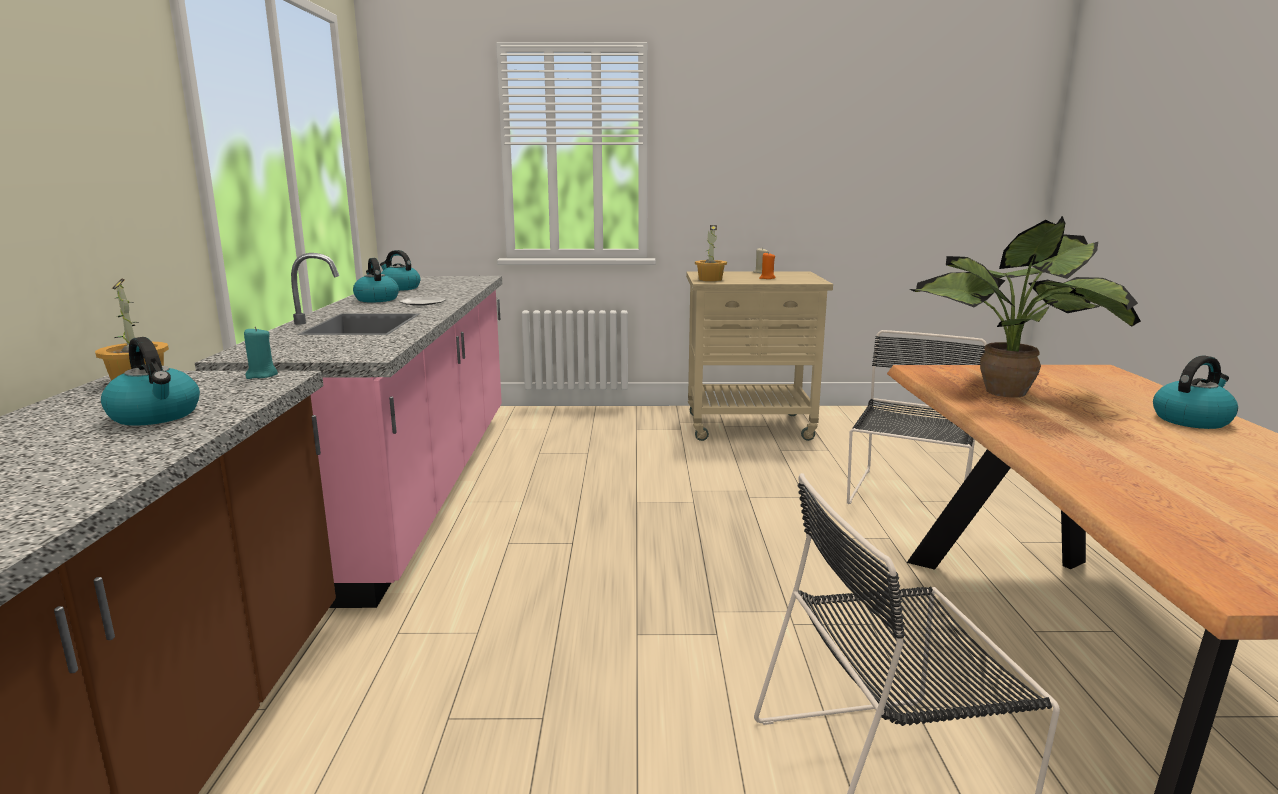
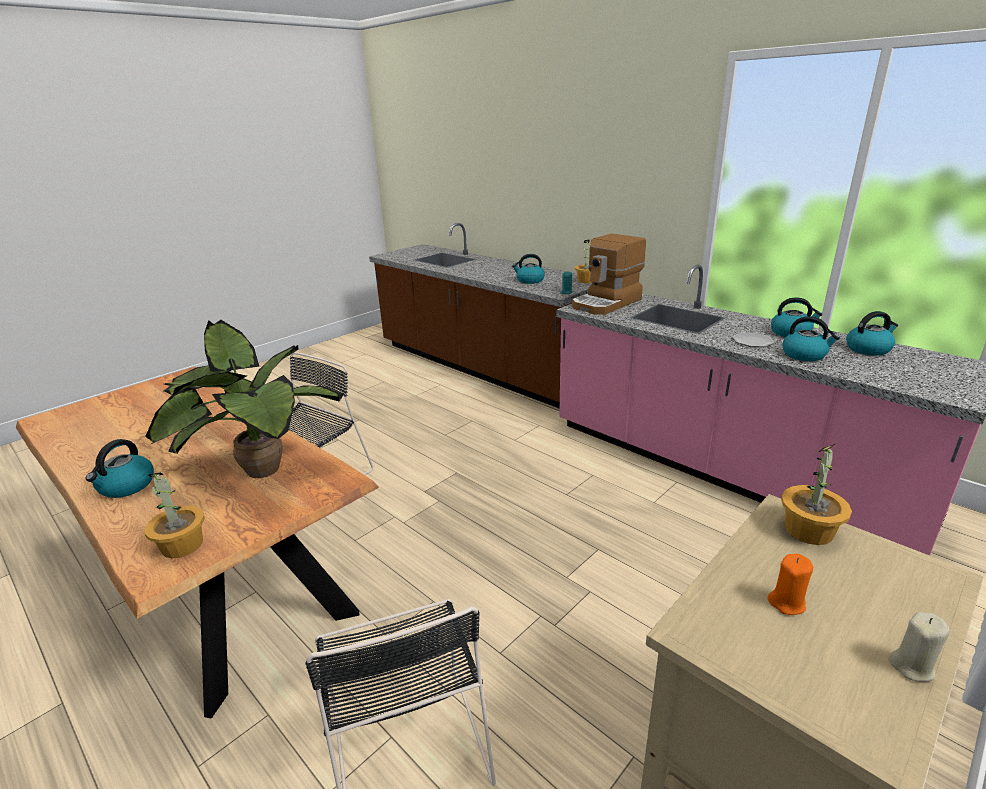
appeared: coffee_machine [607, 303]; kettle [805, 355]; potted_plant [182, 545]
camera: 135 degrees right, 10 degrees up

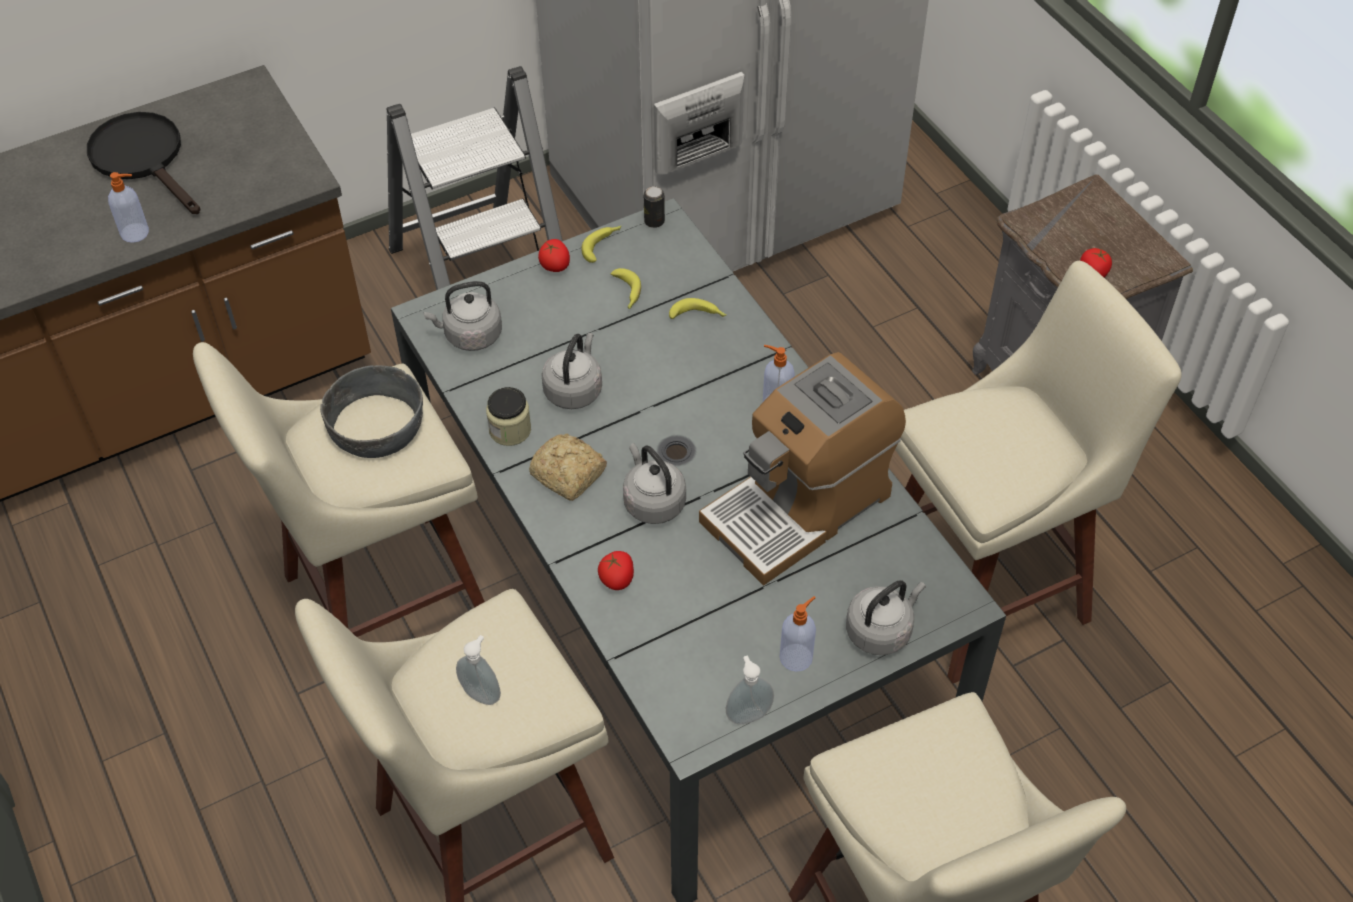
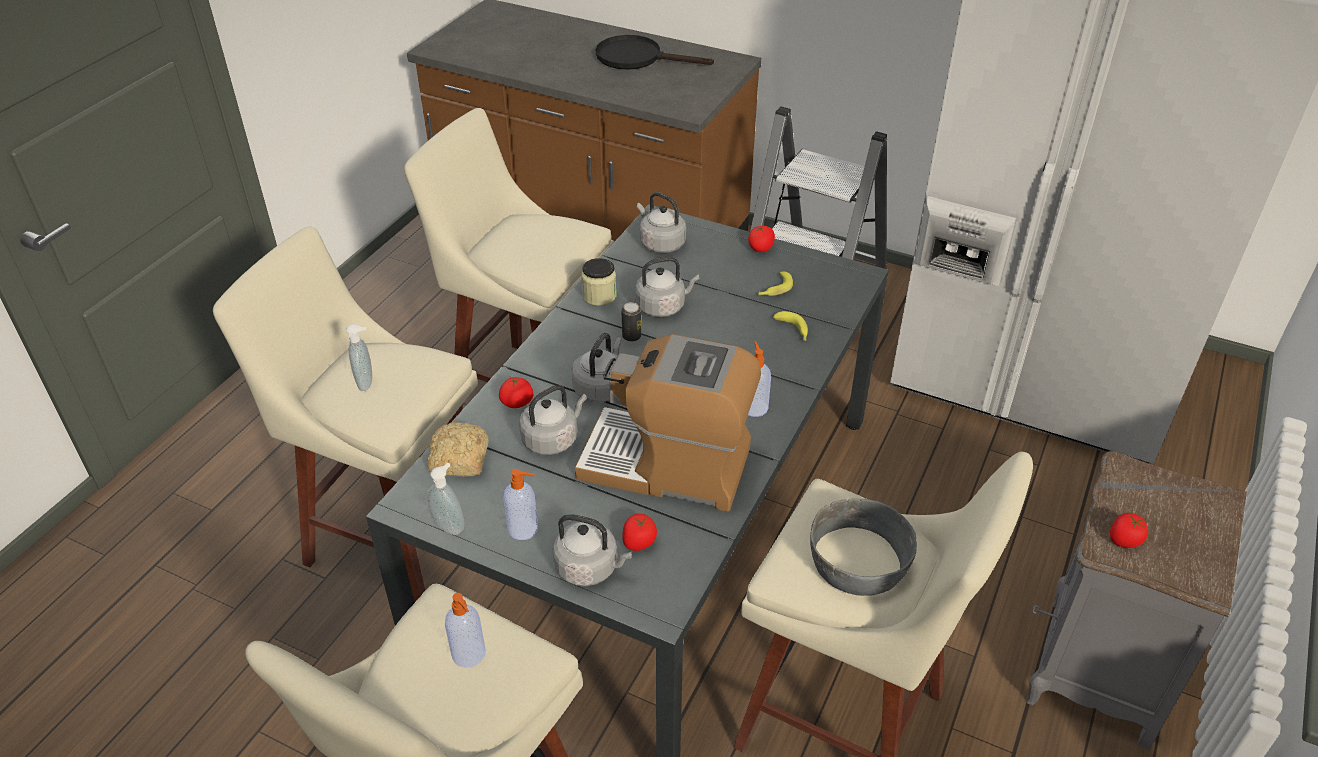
missing: banana [602, 245]
appeared: grey_kettle [552, 439]; tomato [639, 542]
relocated: soap_dispenser [136, 233] to [469, 654]; can [654, 221] to [631, 336]; grey_bowl [378, 425] to [860, 561]; bread [568, 475] to [459, 460]
spun: black_frying_pan [144, 159] = [638, 58] 90 degrees counterclockwise
camera: 55 degrees right, 10 degrees down

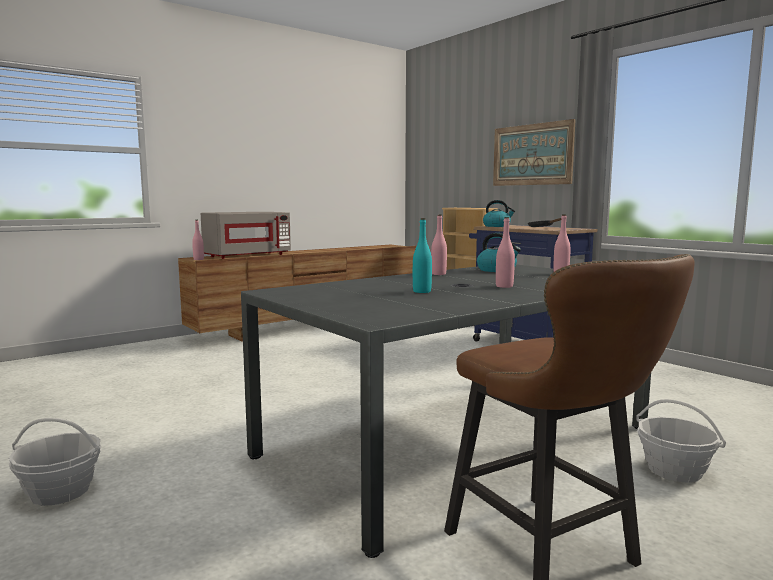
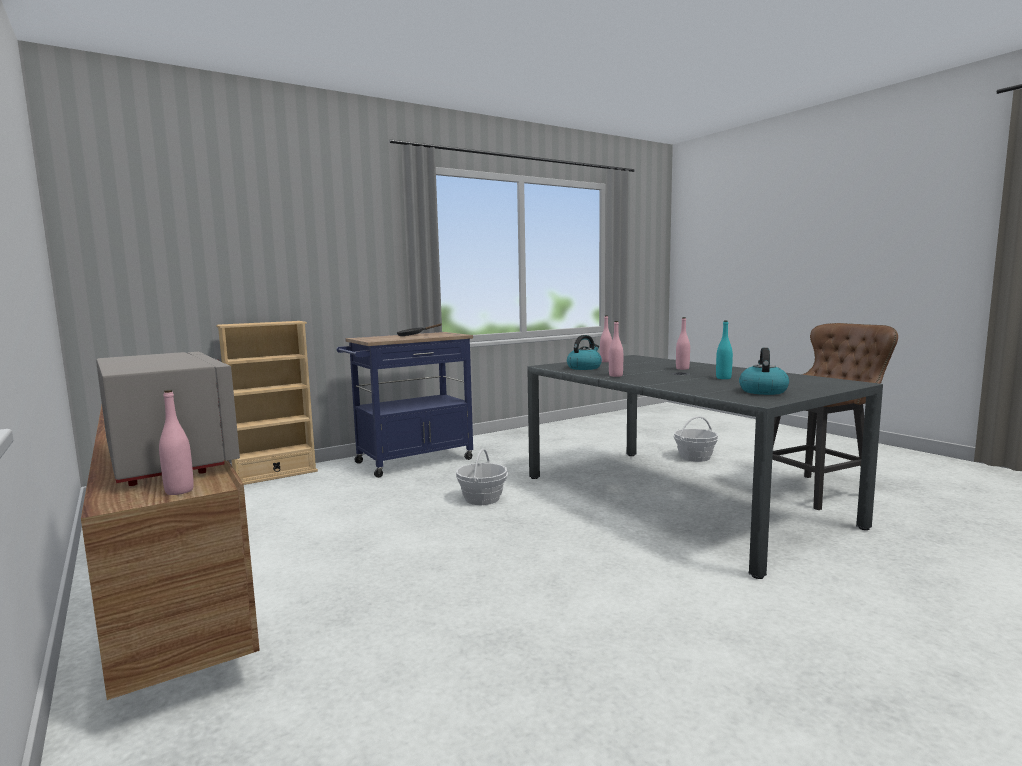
missing: picture [532, 154]
relocated: kettle [497, 226] to [762, 391]; basket [60, 491] to [482, 499]
camera: 85 degrees left, 0 degrees up

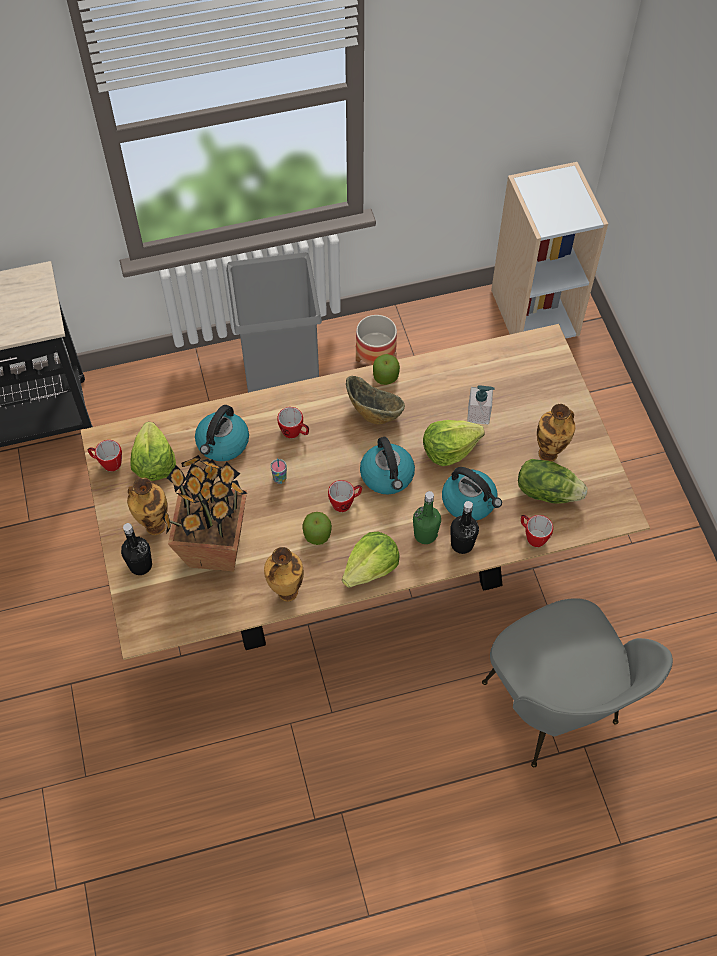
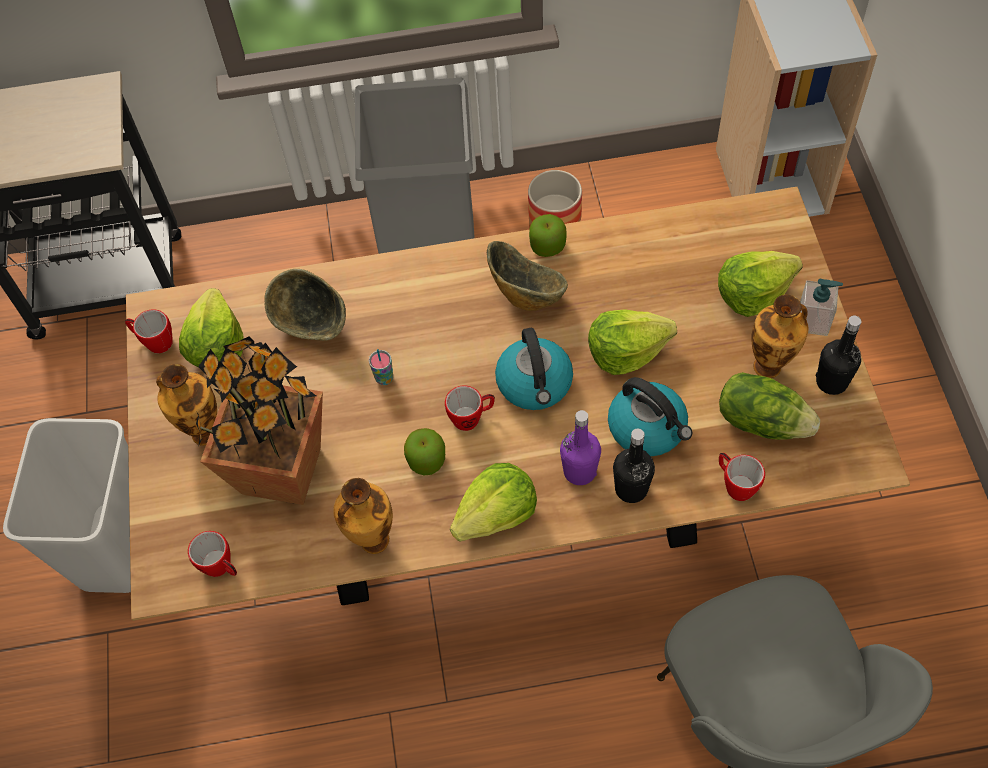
appeared: lettuce [753, 293]; white_trash_can [117, 547]
relocated: soap_dispenser [478, 414] to [813, 321]; mug [295, 432] to [221, 567]; black_bottle [140, 565] to [831, 382]
exchanged: kettle [222, 444] to bowl [313, 325]
colour: green_bottle [425, 534] to purple_bottle [579, 471]
camera: 10 degrees right, 0 degrees up

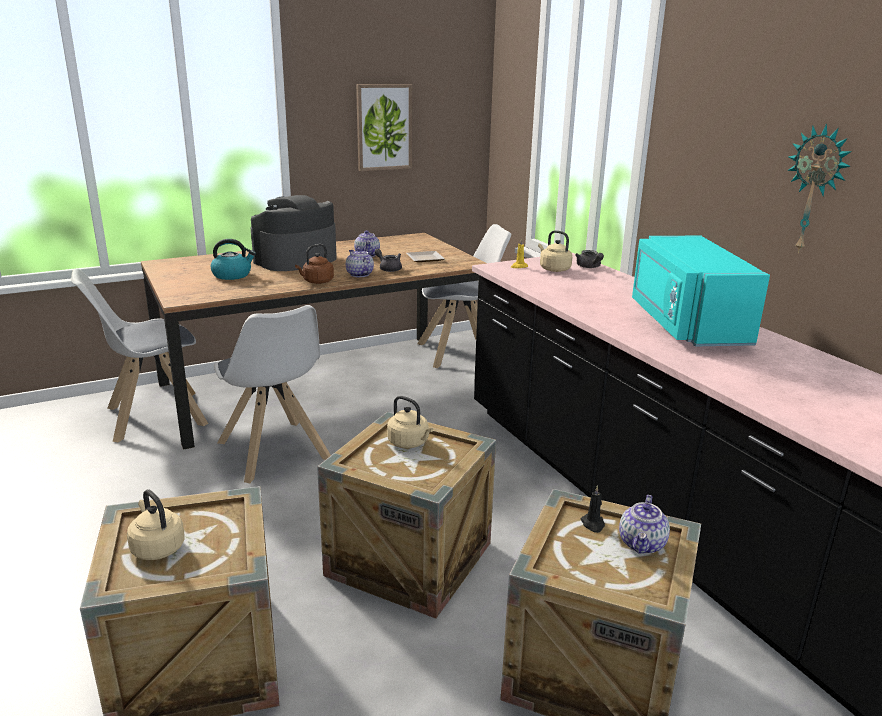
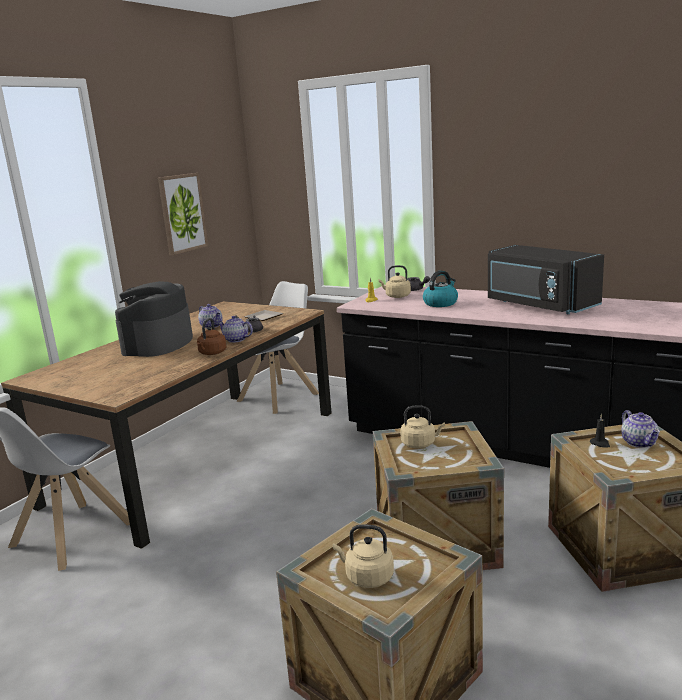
missing: wall_clock [815, 190]; chair [274, 452]
relocated: kettle [232, 275] to [440, 303]
colour: turquoise_microwave [685, 324] to black_microwave [539, 305]
camera: 30 degrees left, 5 degrees down

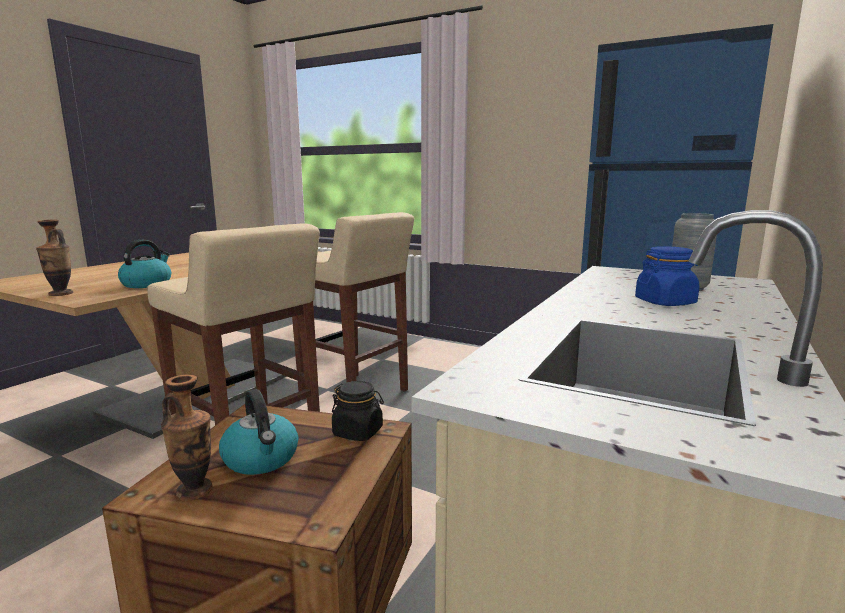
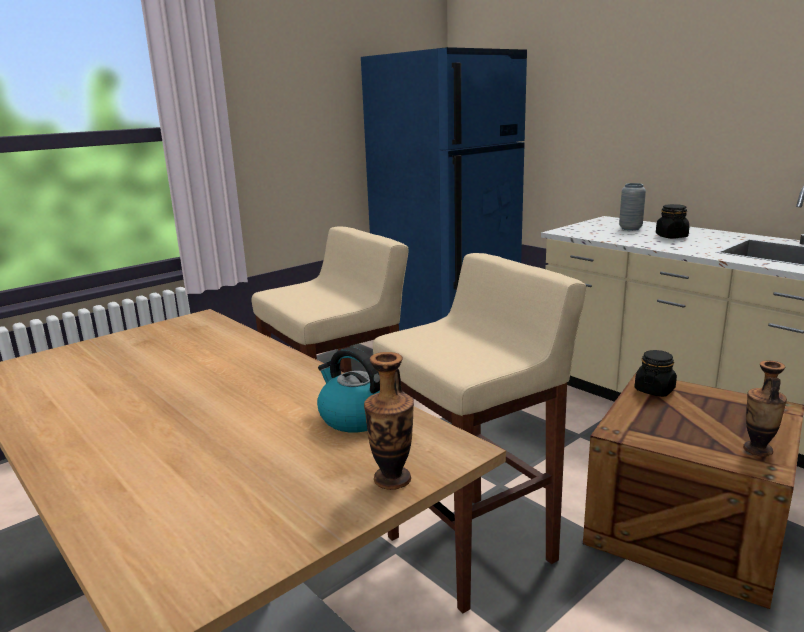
missing: kettle [261, 459]
colour: blue_jar [665, 302] to black_jar [671, 236]
camera: 70 degrees left, 5 degrees up

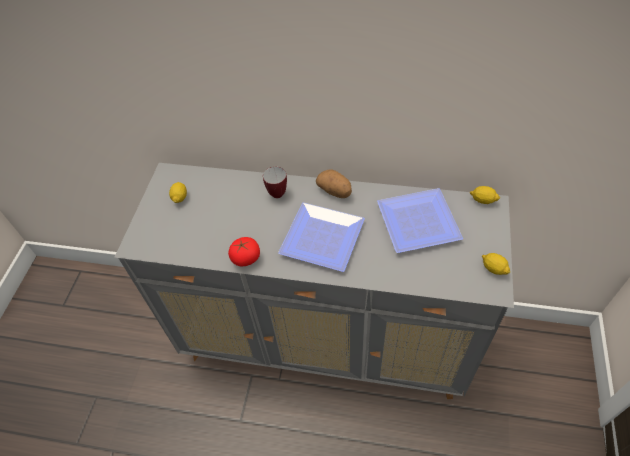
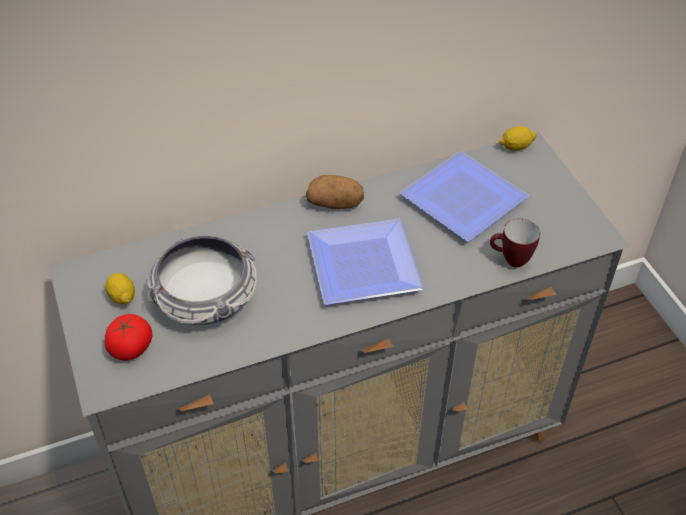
missing: lemon [493, 268]
appeared: bowl [205, 297]
relocated: mug [275, 192] to [510, 260]; tomato [246, 258] to [131, 348]
camera: 35 degrees left, 5 degrees down

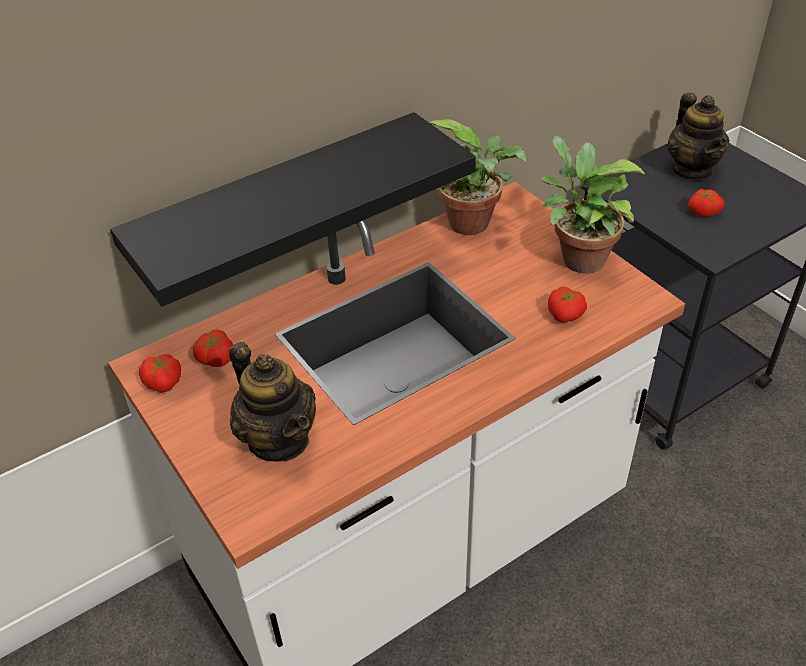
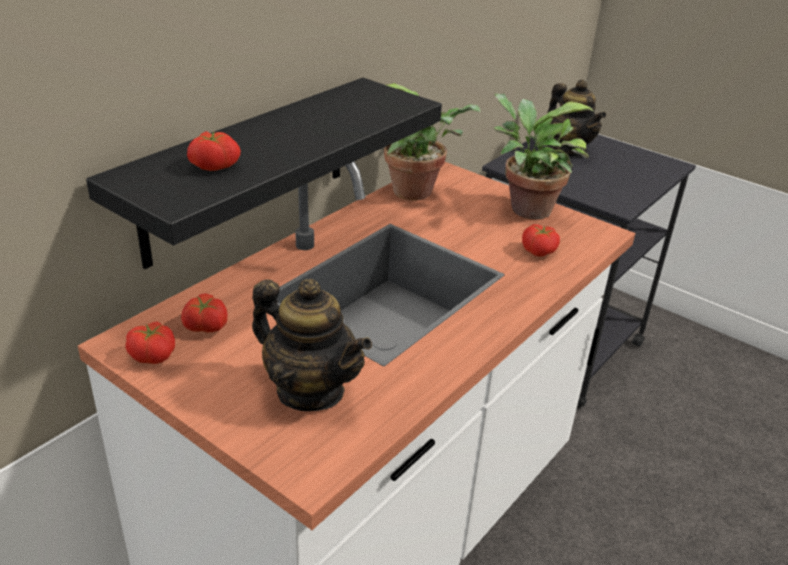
relocated: tomato [703, 211] to [214, 165]
camera: 20 degrees left, 10 degrees down

